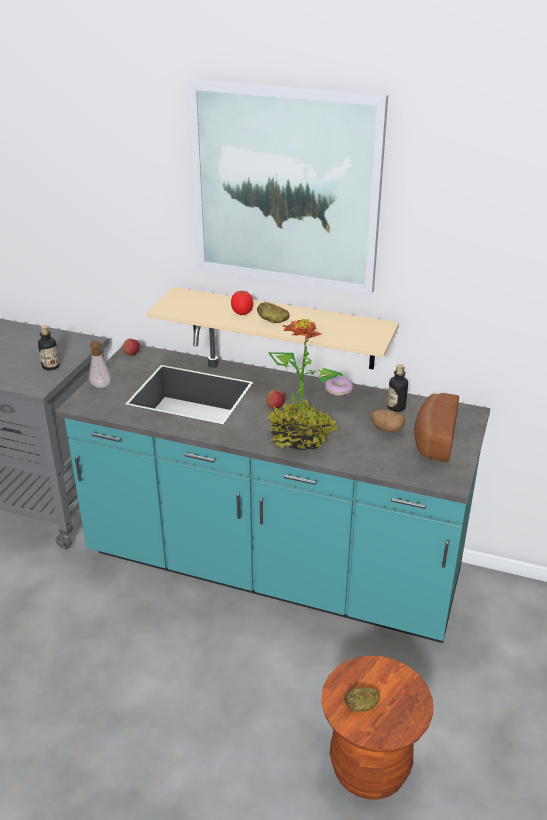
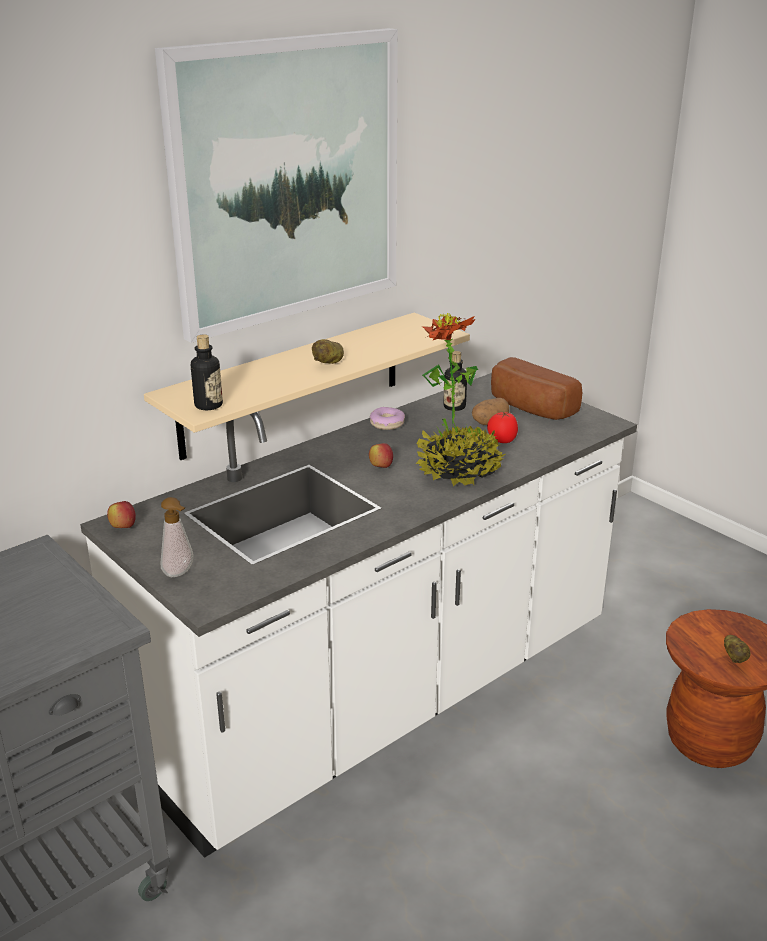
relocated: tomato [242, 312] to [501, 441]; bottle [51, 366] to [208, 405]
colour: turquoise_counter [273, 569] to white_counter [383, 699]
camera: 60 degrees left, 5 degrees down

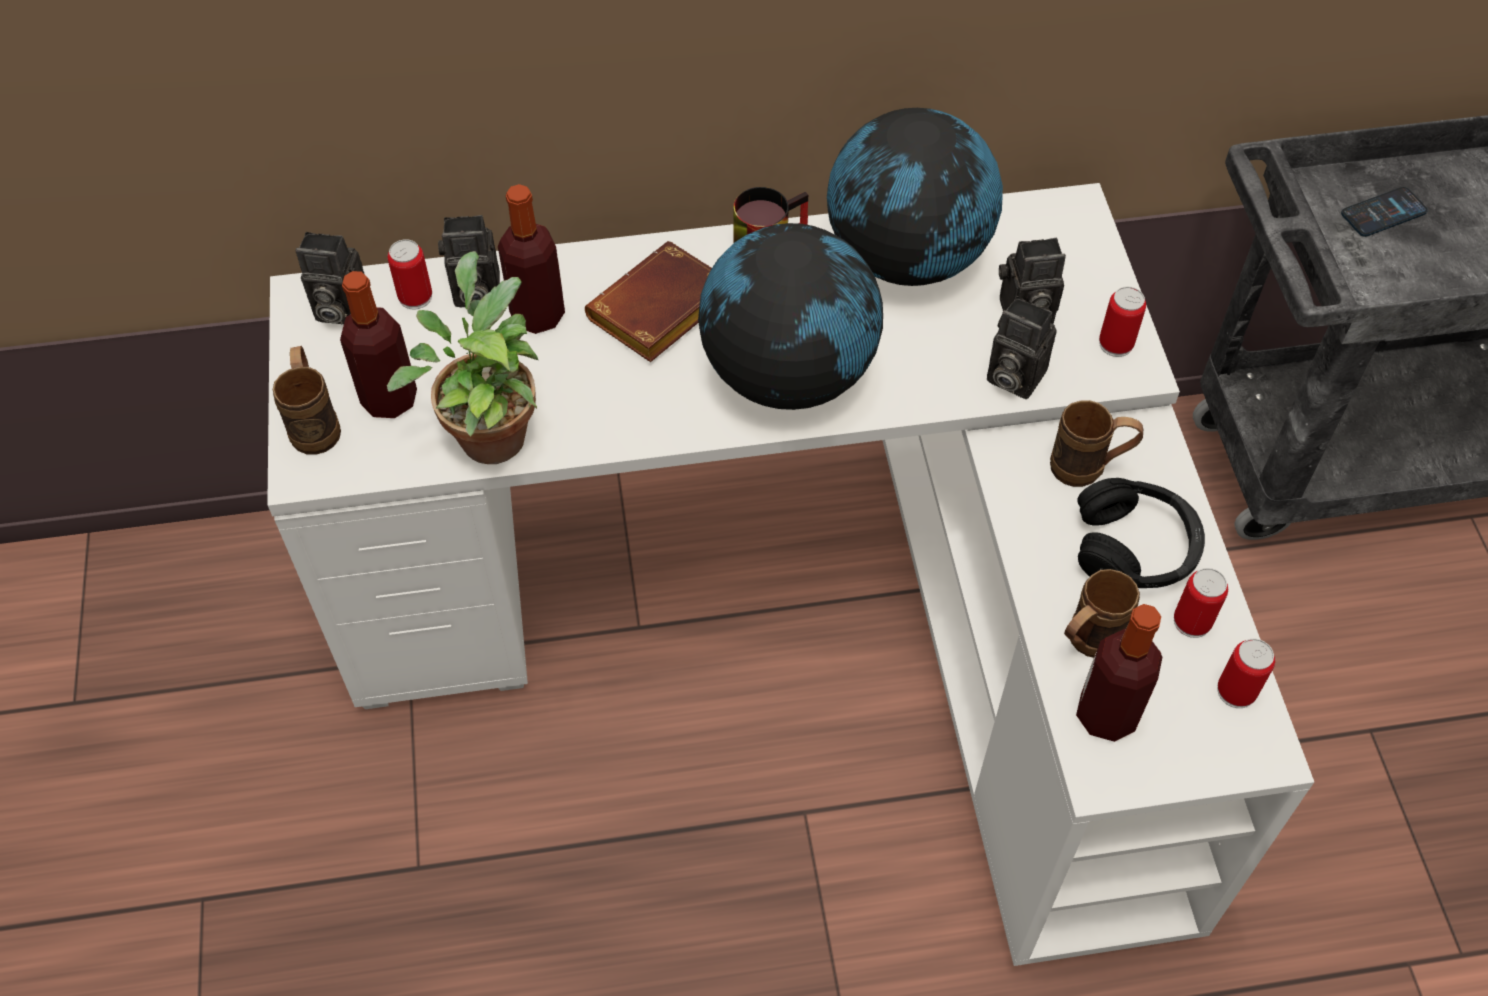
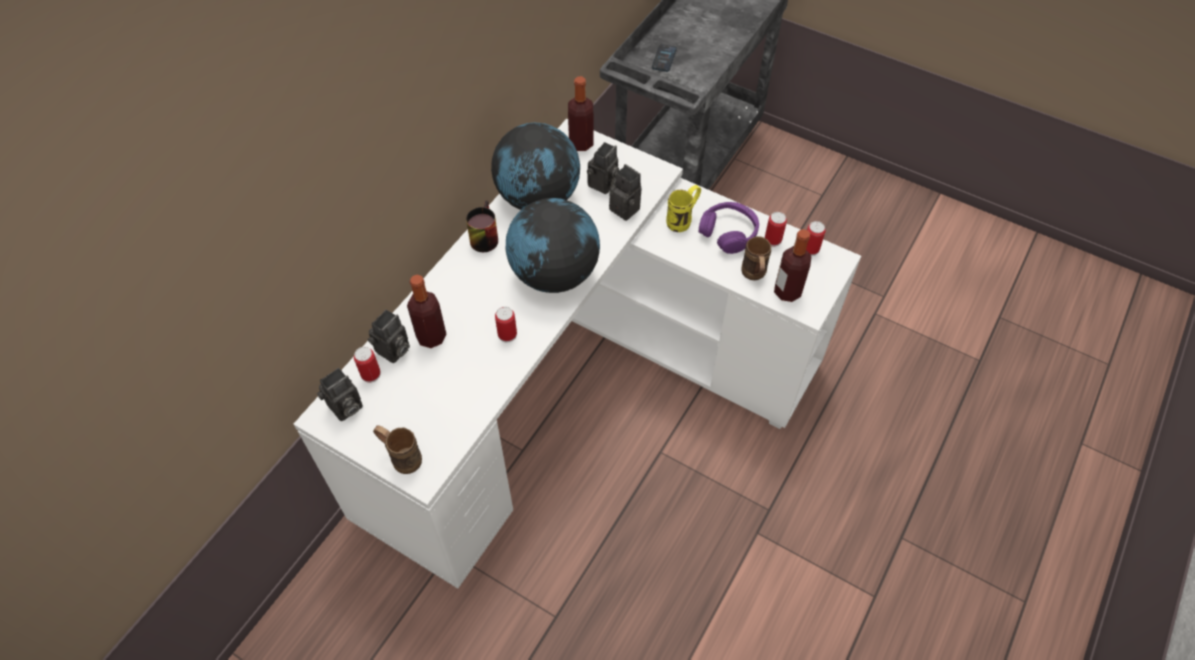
missing: brown_book [660, 314]; potted_plant [489, 432]
relocated: bottle [389, 399] to [581, 143]; can [1116, 344] to [507, 335]
colour: brown_mug [1088, 469] to yellow_mug [683, 220]; black_headphones [1135, 548] to purple_headphones [728, 232]
spun: photo_camera [1011, 376] = [627, 209] 120 degrees counterclockwise
camera: 50 degrees left, 0 degrees up

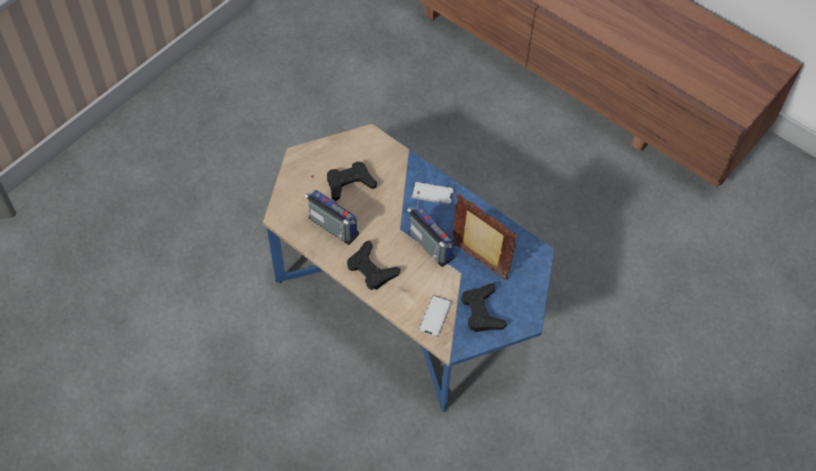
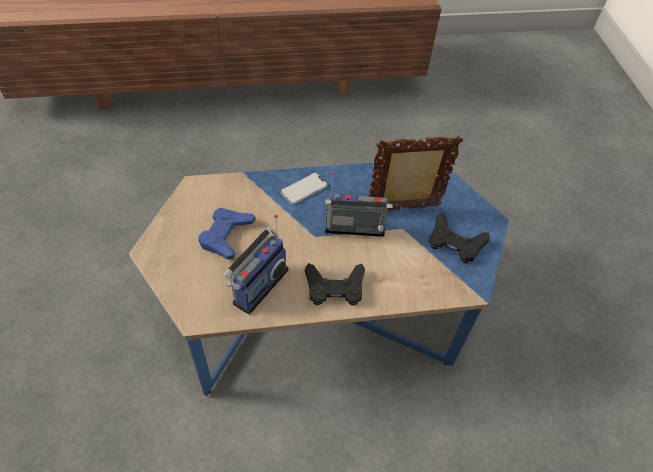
missing: phone [435, 316]
colour: black_game_controller [350, 183] to blue_game_controller [226, 235]
spun: radio [332, 228] = [258, 285] 135 degrees clockwise
camera: 50 degrees left, 5 degrees down

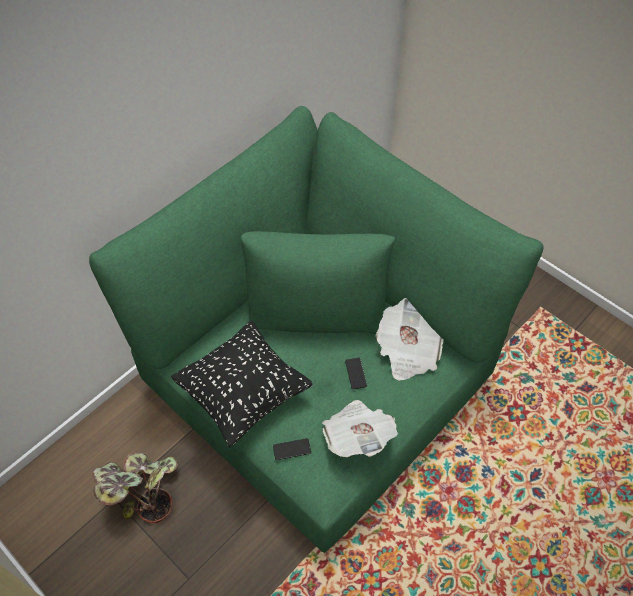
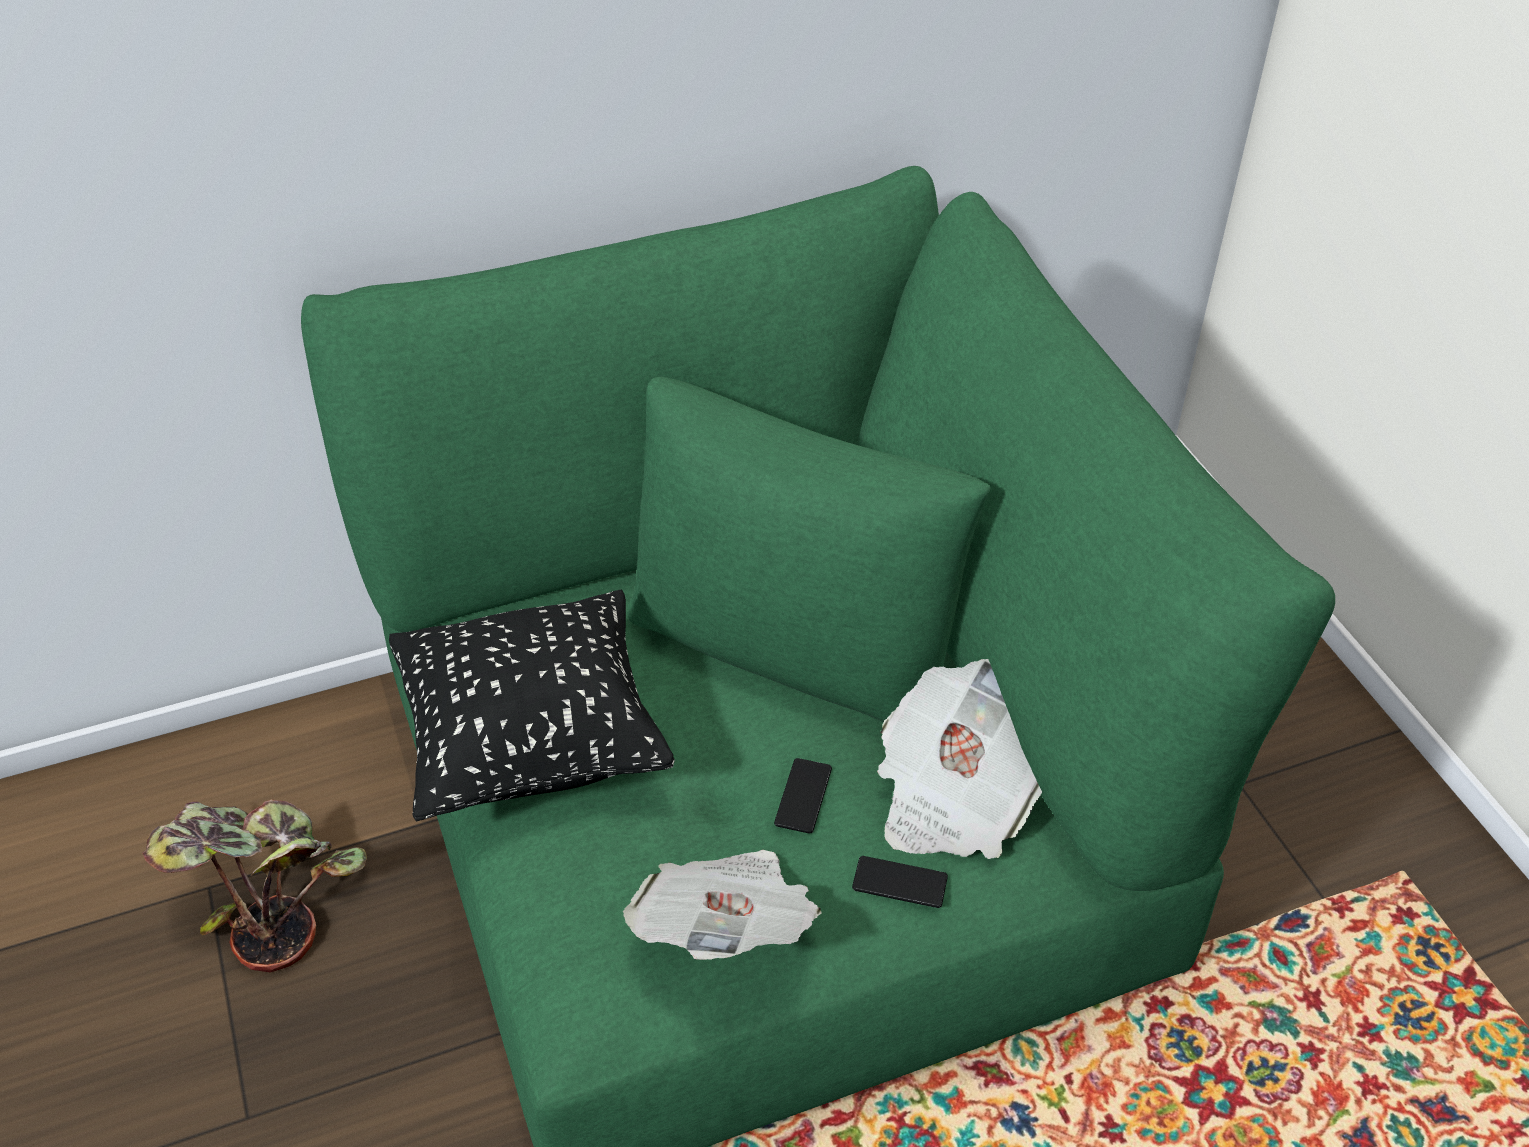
relocated: phone [292, 449] to [899, 883]
camera: 25 degrees right, 10 degrees down

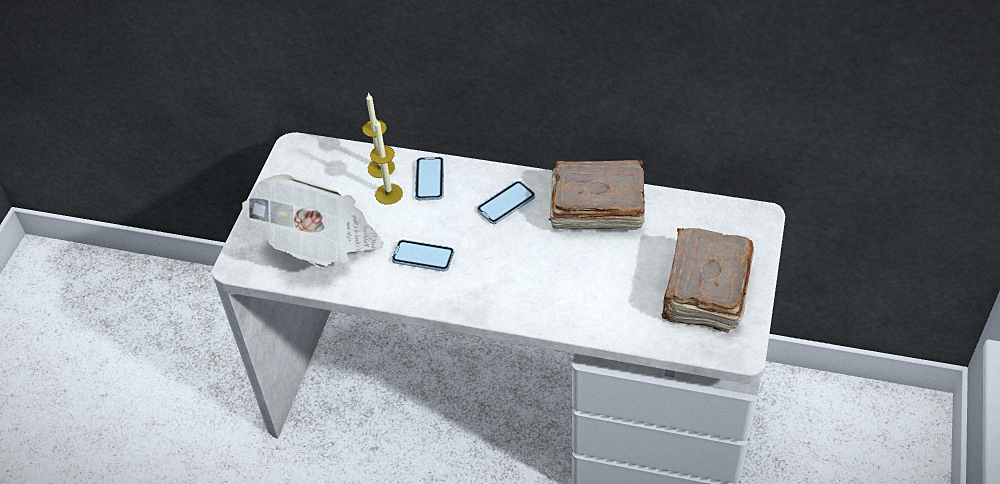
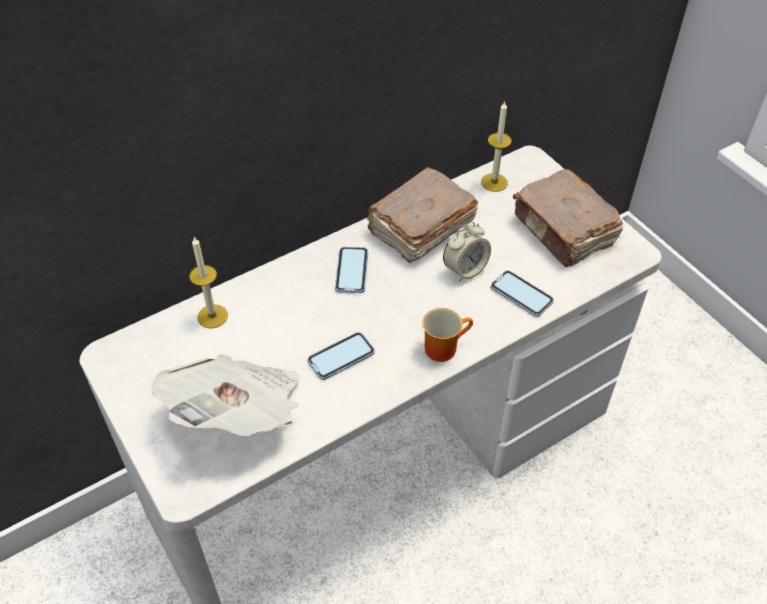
appeared: alarm_clock [465, 270]; mug [442, 346]
relocated: candle [389, 194] to [494, 182]; phone [429, 180] to [521, 295]
camera: 50 degrees left, 0 degrees up

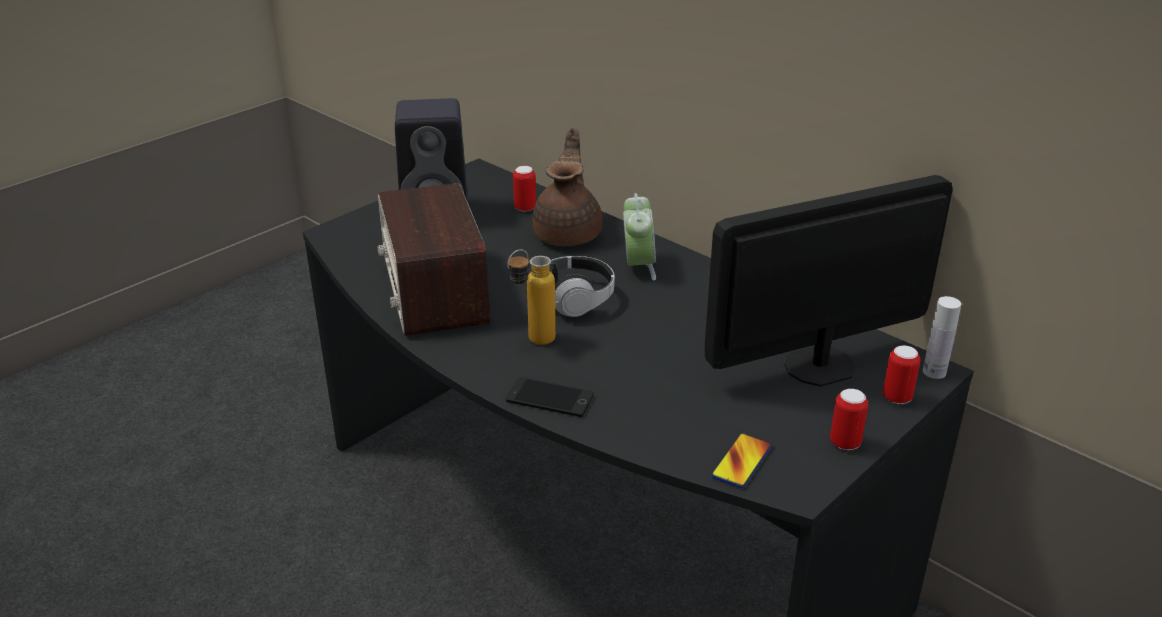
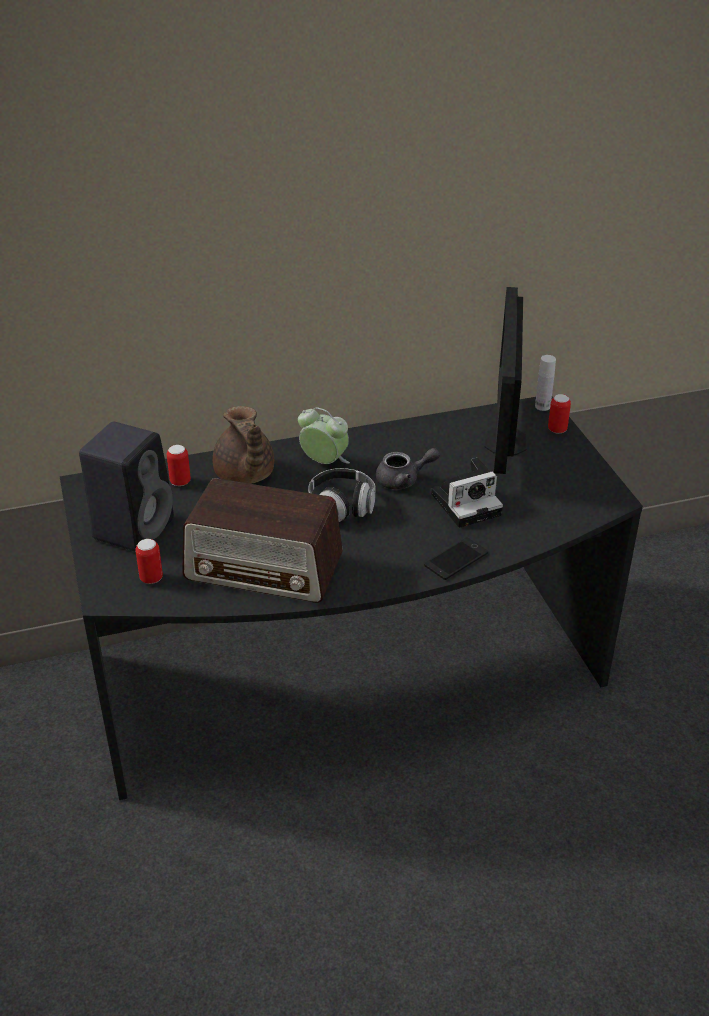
missing: bottle [532, 342]; phone [741, 461]
appeared: grey_teapot [403, 480]; photo_camera [468, 503]
relocated: can [845, 443] to [151, 578]
spun: brown_teapot [569, 234] = [245, 475] 150 degrees counterclockwise
camera: 60 degrees left, 5 degrees up

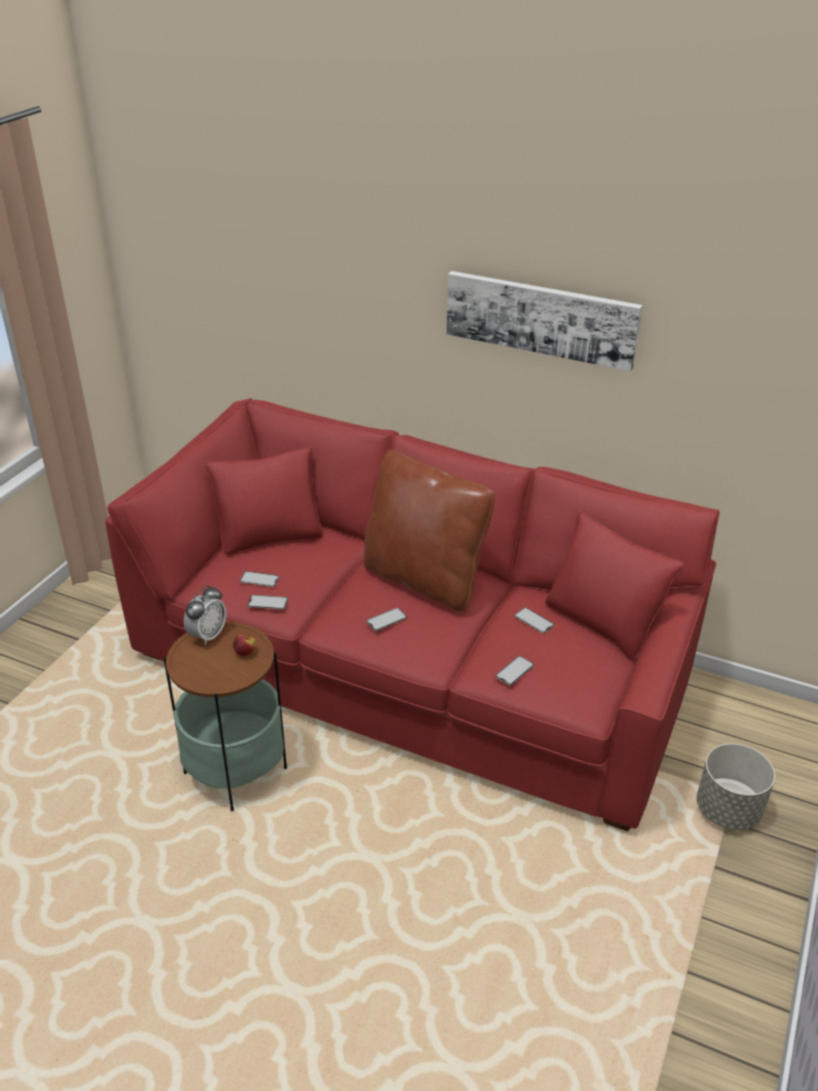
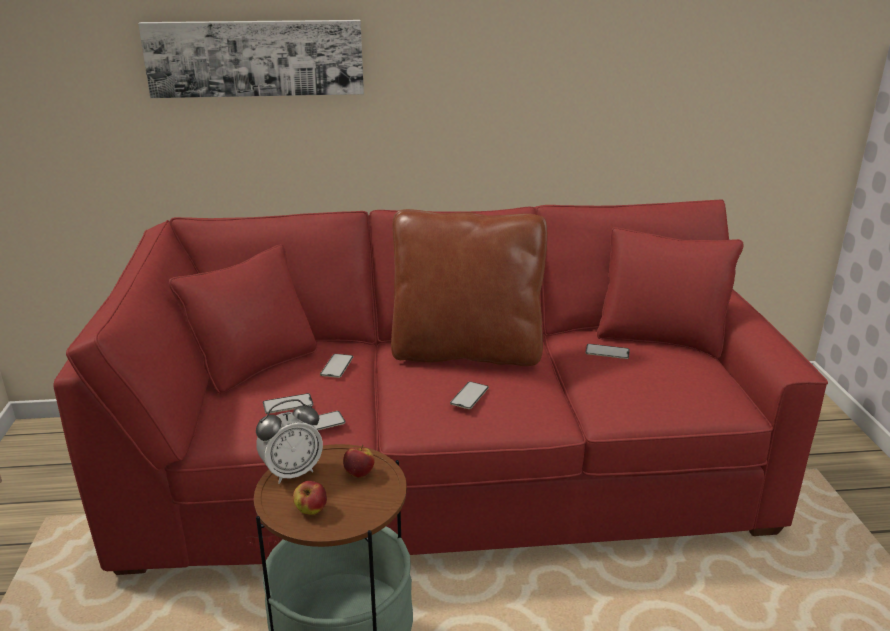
missing: grey_planter [728, 810]
appeared: apple [311, 511]
relocated: picture [541, 318] to [255, 58]; phone [514, 671] to [337, 366]
spun: alarm_clock [207, 635] = [292, 472] 60 degrees clockwise
camera: 30 degrees left, 10 degrees down

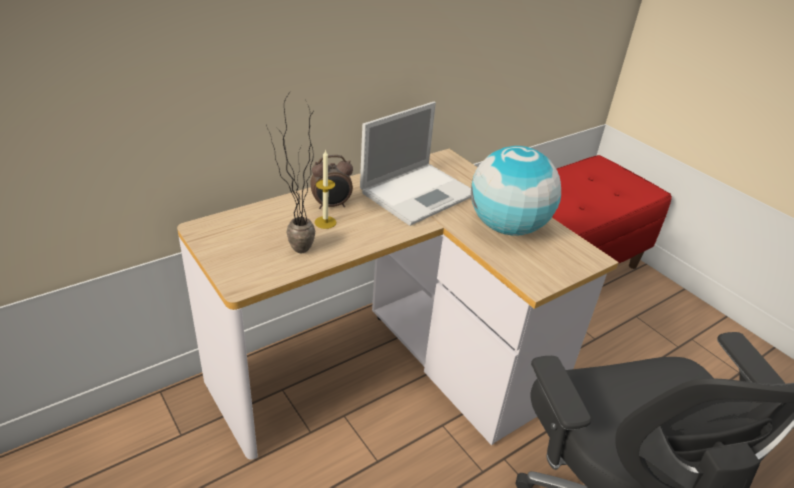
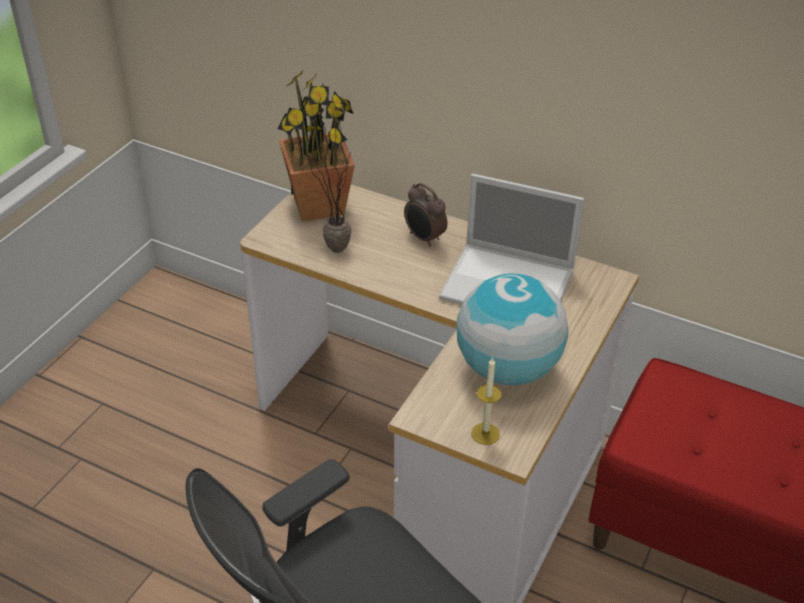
appeared: potted_plant [318, 205]
relocated: candle [325, 222] to [485, 434]
camera: 65 degrees right, 5 degrees up

